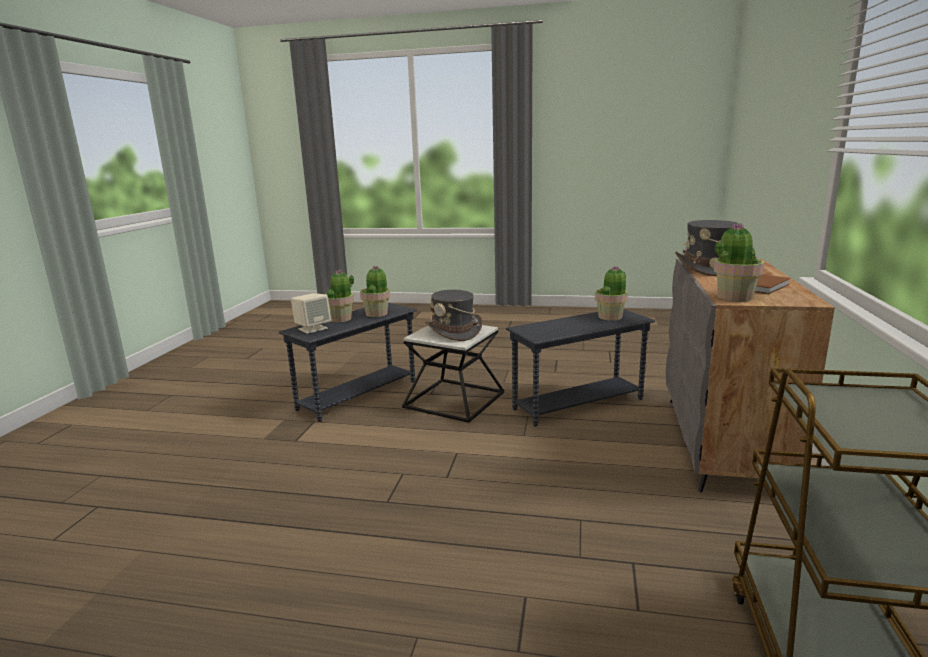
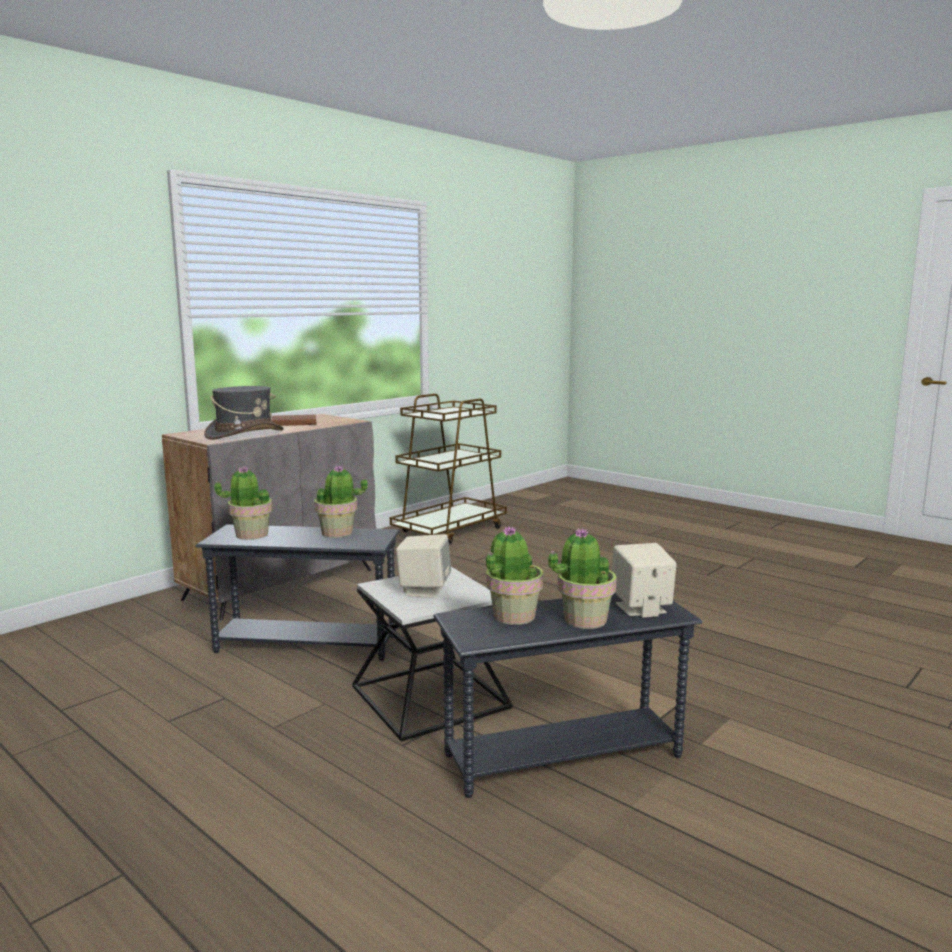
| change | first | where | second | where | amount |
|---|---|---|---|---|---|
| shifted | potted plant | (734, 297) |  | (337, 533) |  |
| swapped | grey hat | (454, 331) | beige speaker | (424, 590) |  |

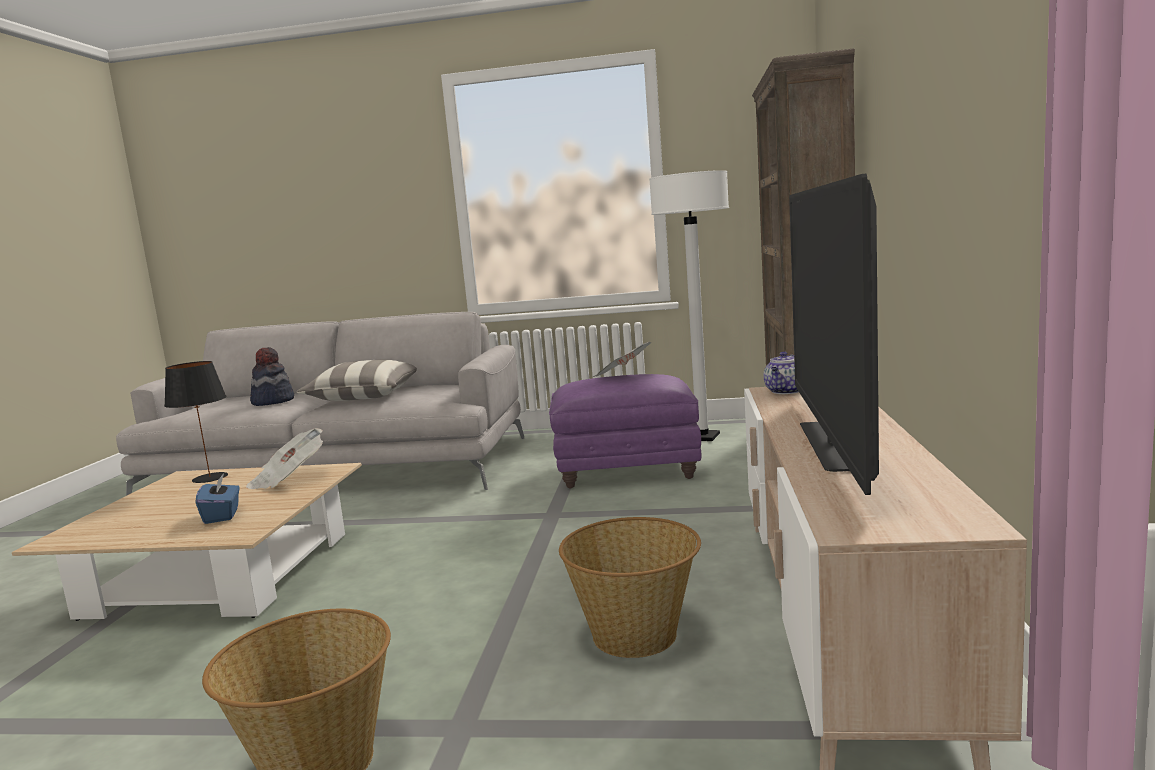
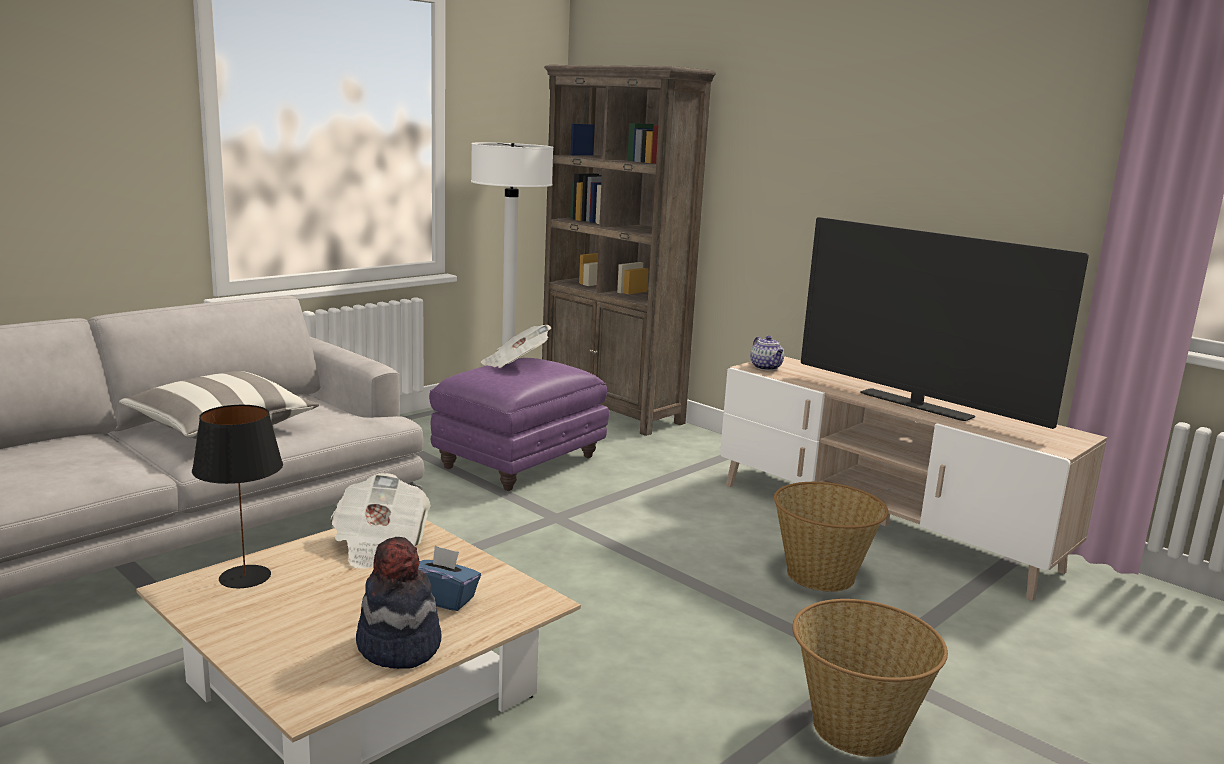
| change | first | where | second | where | amount |
|---|---|---|---|---|---|
| shifted | hat | (272, 401) |  | (398, 646) |  |

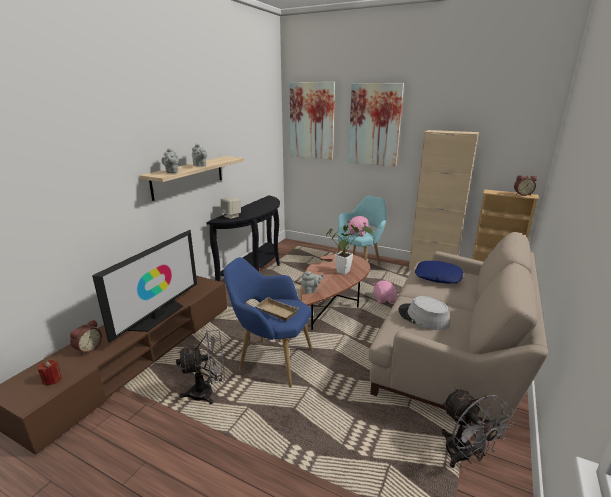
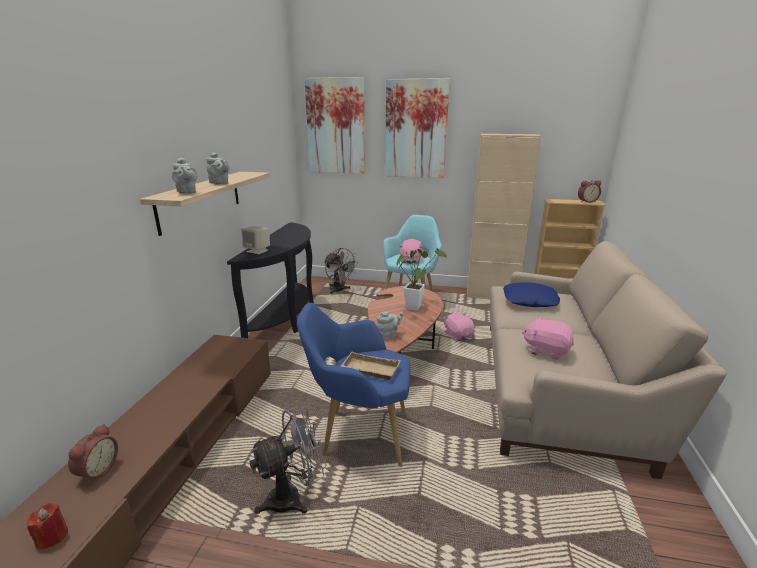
| change | first | where | second | where | amount |
|---|---|---|---|---|---|
| gone | television | (158, 316) |  |  |  |
| shifted | grey fan | (464, 457) |  | (339, 290) |  |
| swapped | grey hat | (423, 317) | pink plush toy | (546, 350) |  |

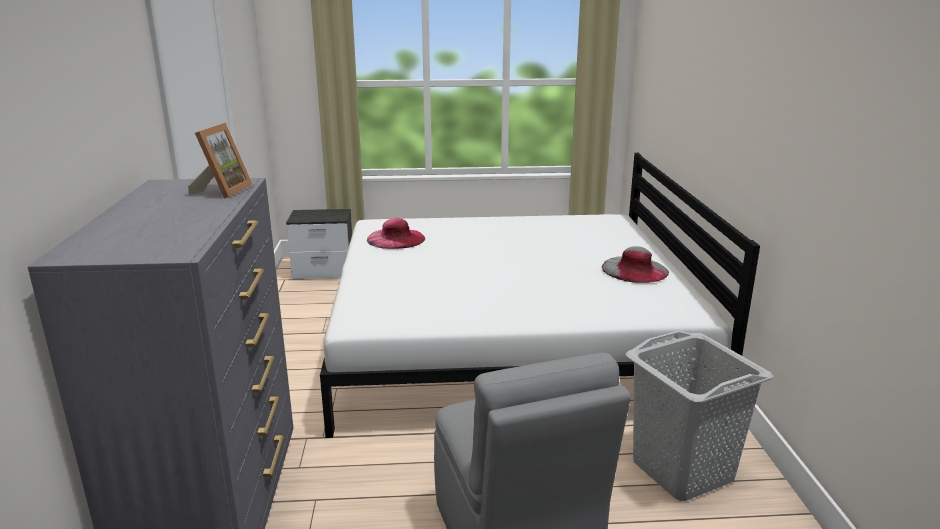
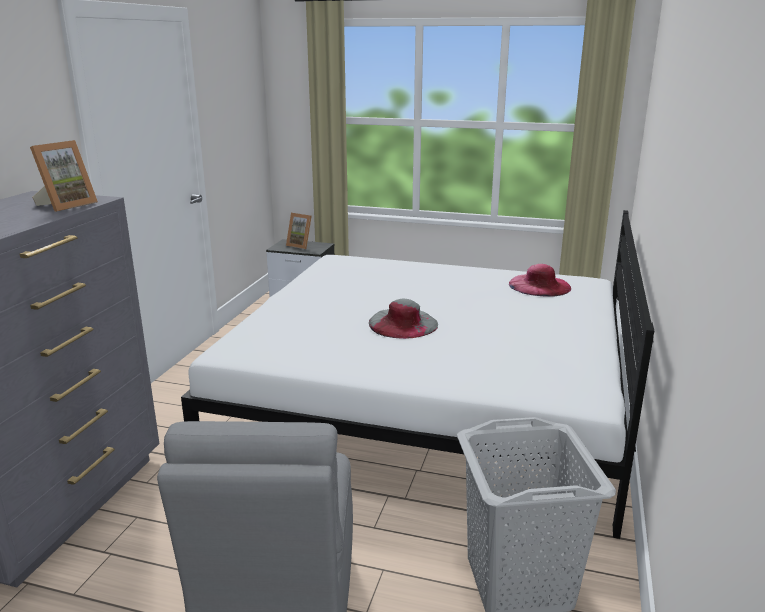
| change | first | where | second | where | amount |
|---|---|---|---|---|---|
| new |  |  | picture frame | (301, 245) |  |
| shifted | pink hat | (396, 238) |  | (539, 285) |  |
| shifted | grey hat | (635, 269) |  | (403, 323) |  |

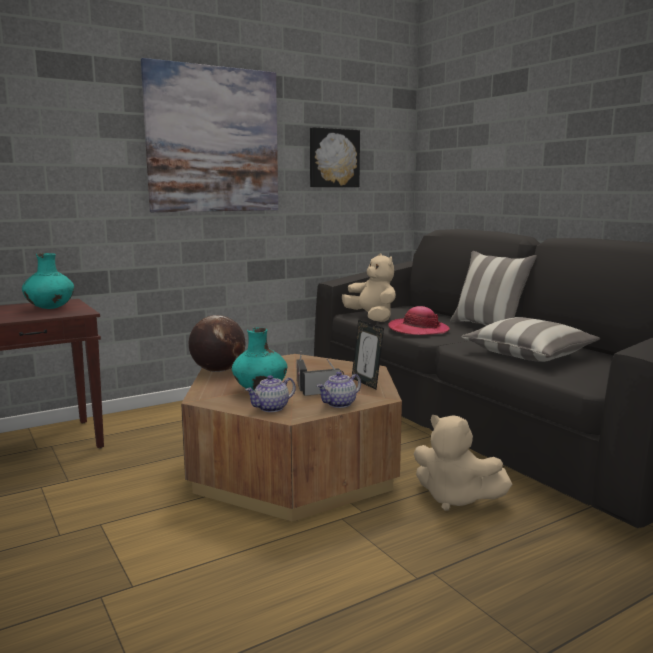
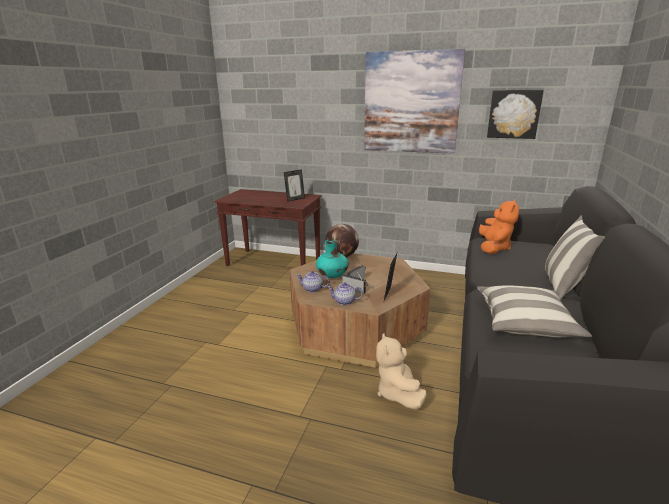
| change | first | where | second | where | amount |
|---|---|---|---|---|---|
| gone | hat | (418, 330) |  |  |  |
| swapped | turquoise vase | (50, 308) | picture frame | (295, 199) |  |
| repainted | beige plush toy | (372, 318) | orange plush toy | (494, 248) |  |

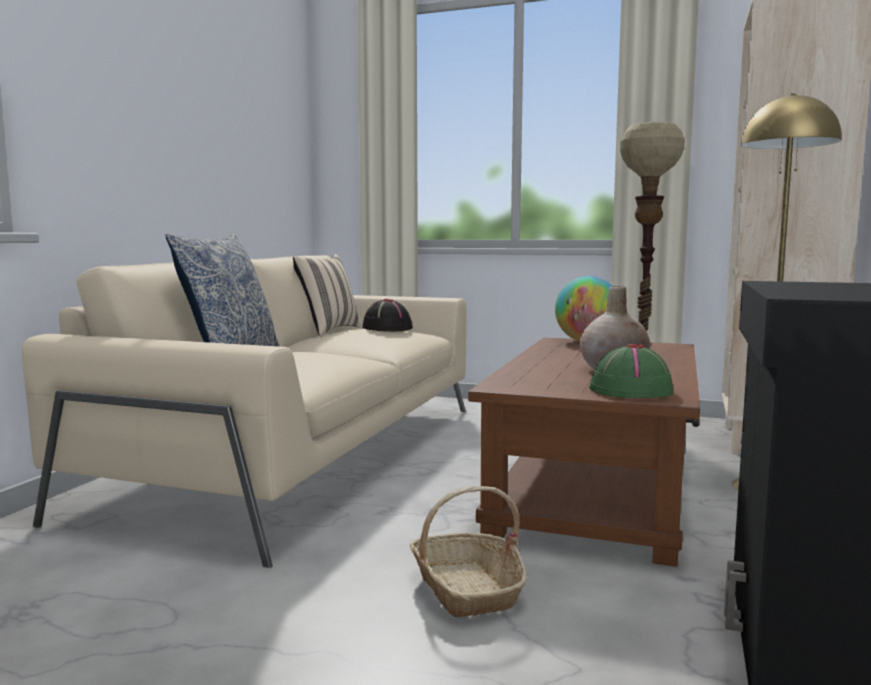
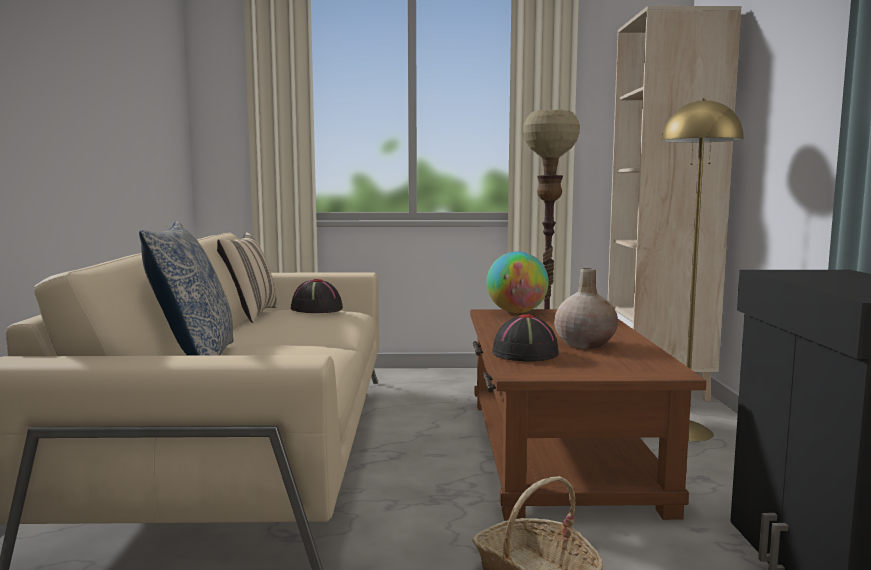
| change | first | where | second | where | amount |
|---|---|---|---|---|---|
| gone | green hat | (630, 391) |  |  |  |
| new |  |  | black hat | (525, 354) |  |

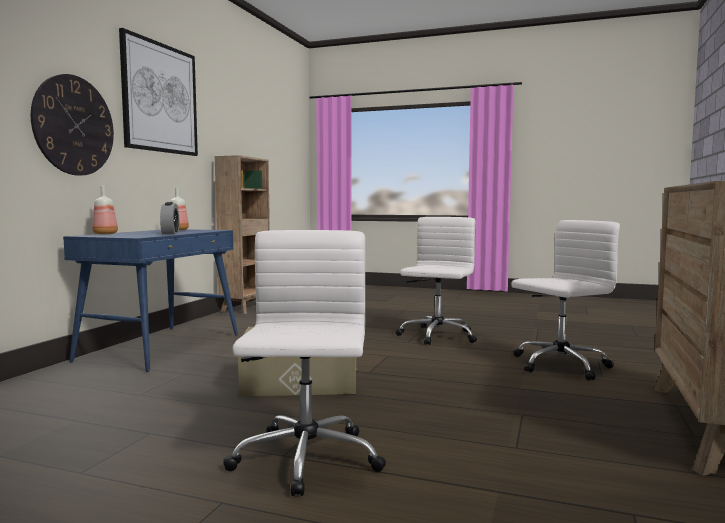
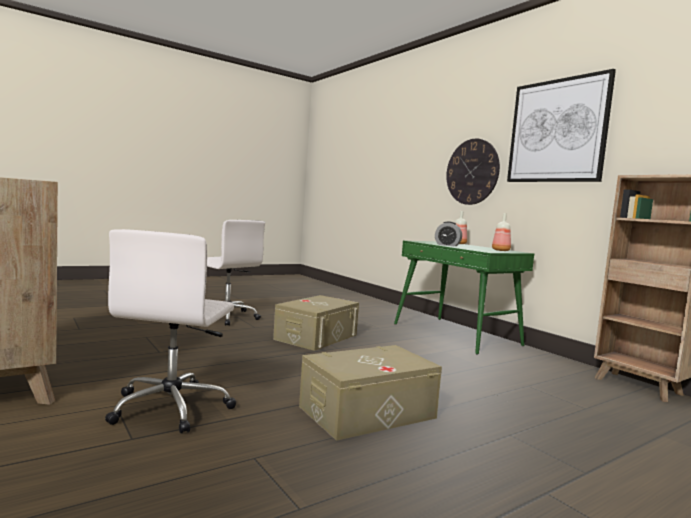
| change | first | where | second | where | amount |
|---|---|---|---|---|---|
| swapped | white office chair | (437, 336) | beige storage box | (367, 412) |  |
| repainted | blue desk | (161, 347) | green desk | (456, 334) |  |

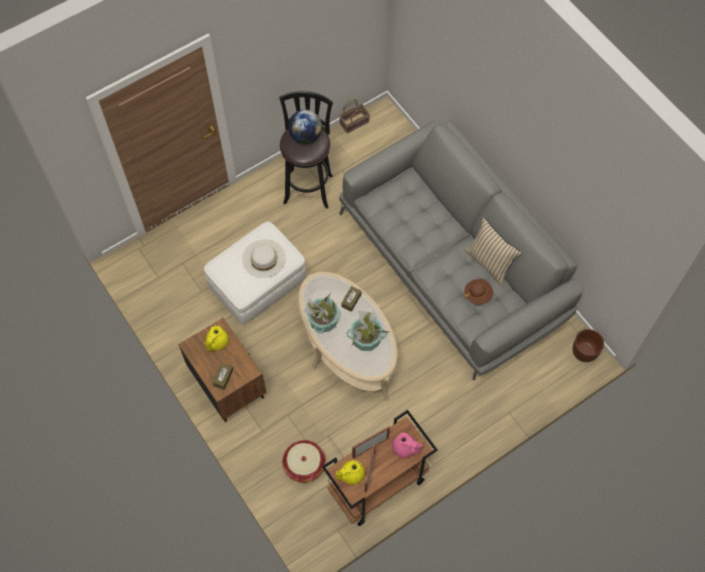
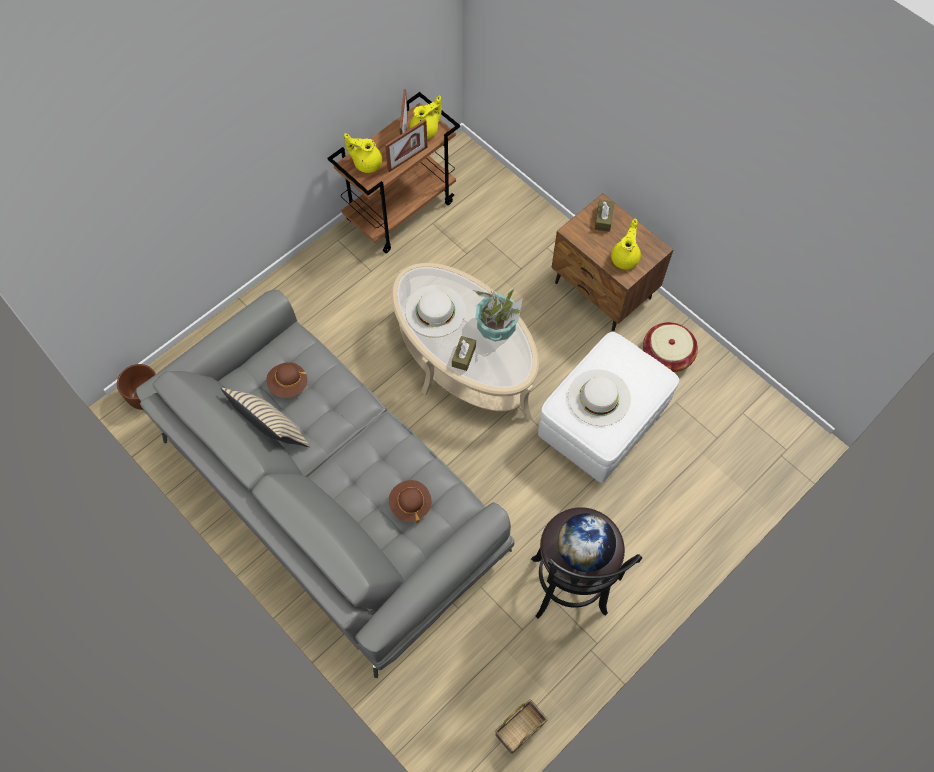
| change | first | where | second | where | amount |
|---|---|---|---|---|---|
| new |  |  | brown hat | (410, 504) |  |
| shifted | basket | (304, 465) |  | (667, 354) |  |
| swapped | potted plant | (366, 338) | white hat | (435, 310) |  |
| repainted | pink teapot | (405, 448) | yellow teapot | (366, 163) |  |

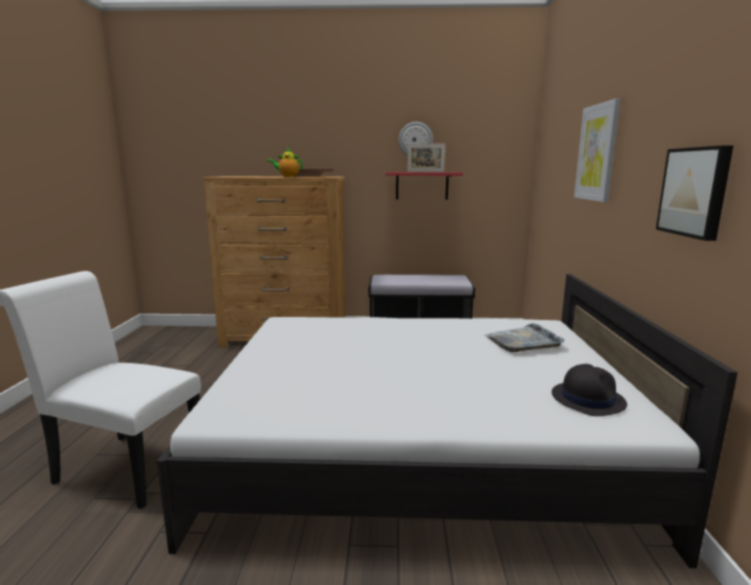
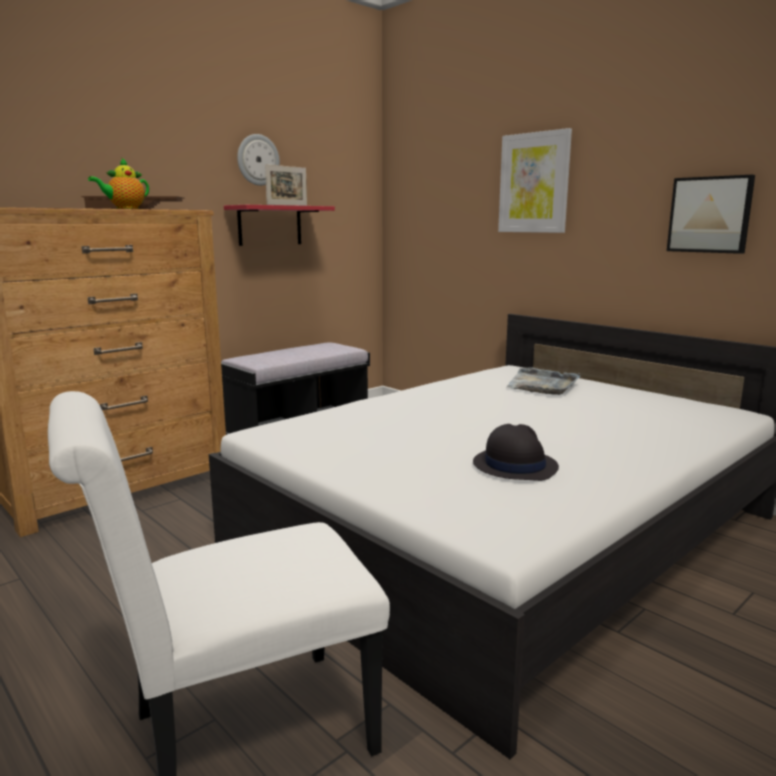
| change | first | where | second | where | amount |
|---|---|---|---|---|---|
| shifted | black hat | (587, 399) |  | (514, 465) |  |

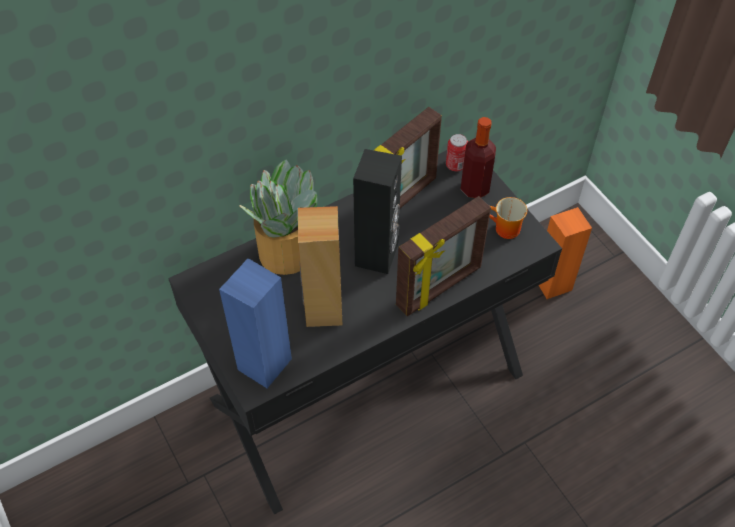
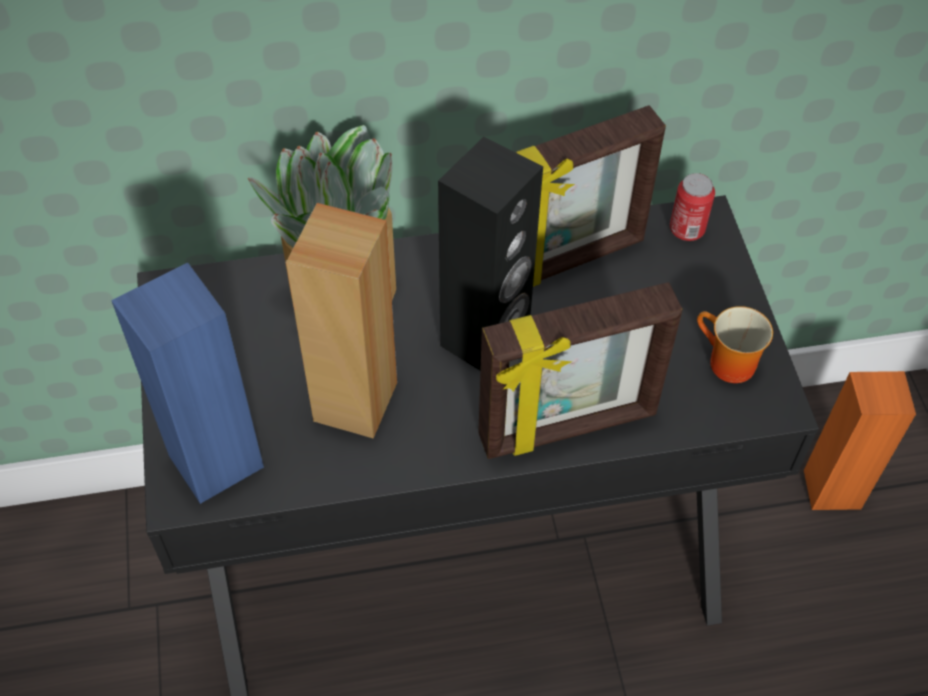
| change | first | where | second | where | amount |
|---|---|---|---|---|---|
| gone | bottle | (475, 188) |  |  |  |

